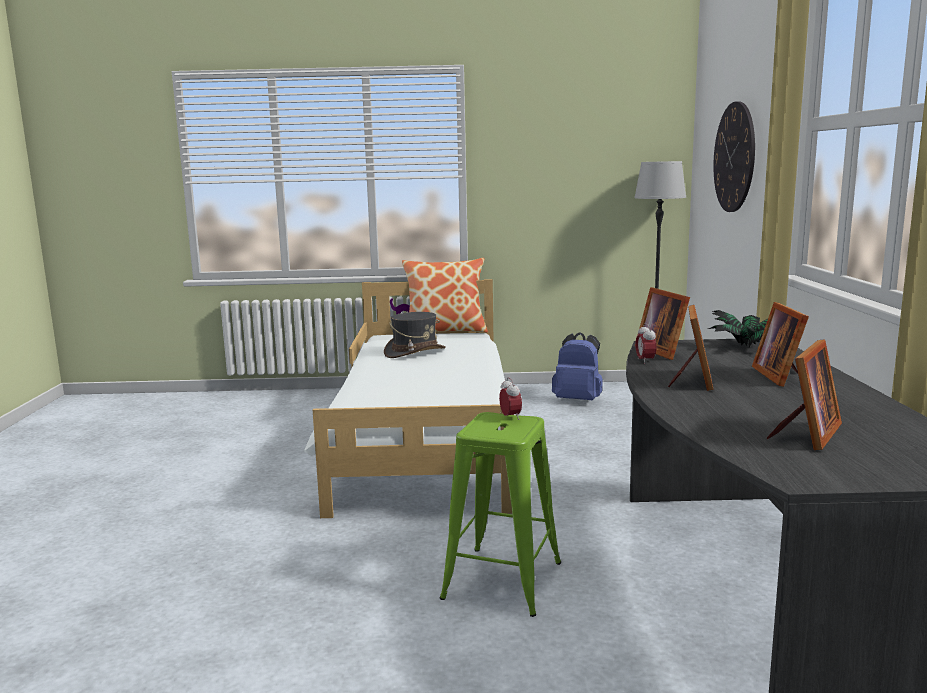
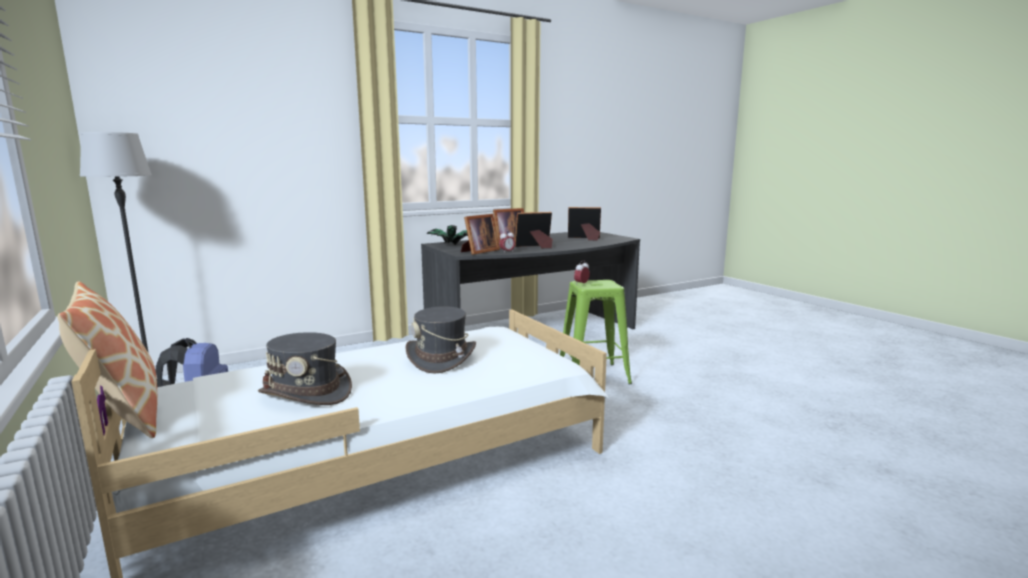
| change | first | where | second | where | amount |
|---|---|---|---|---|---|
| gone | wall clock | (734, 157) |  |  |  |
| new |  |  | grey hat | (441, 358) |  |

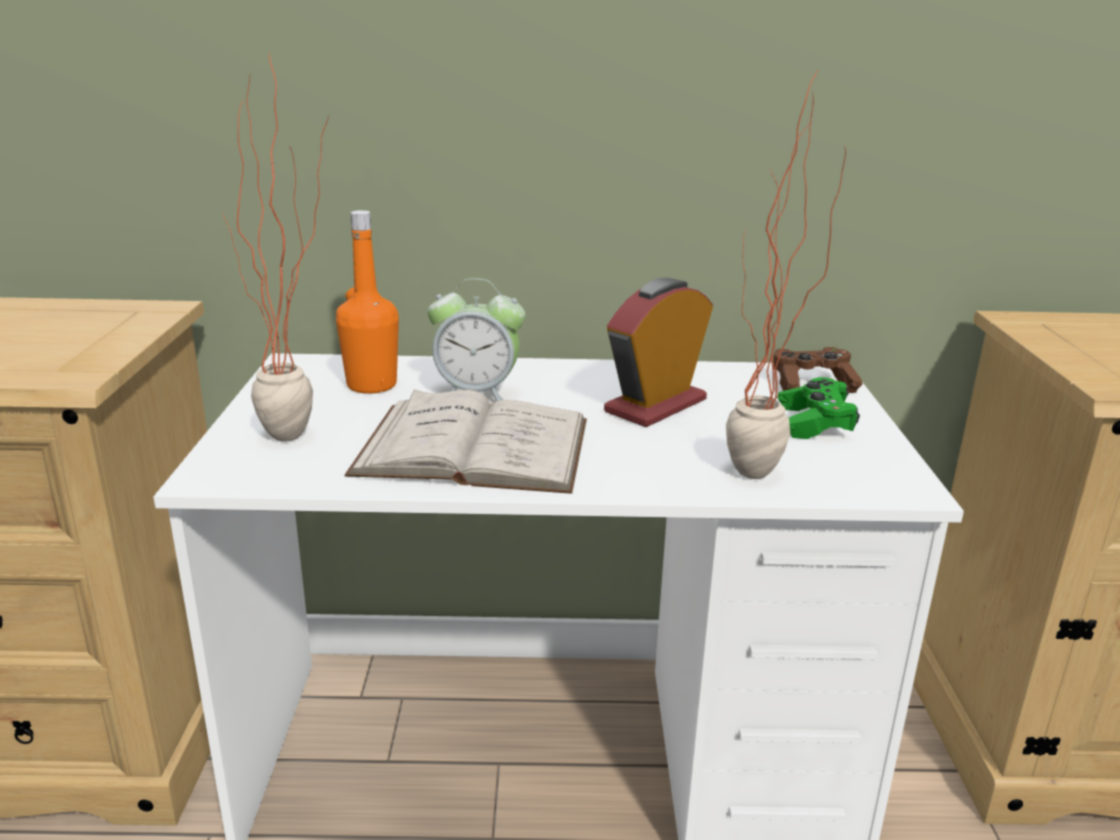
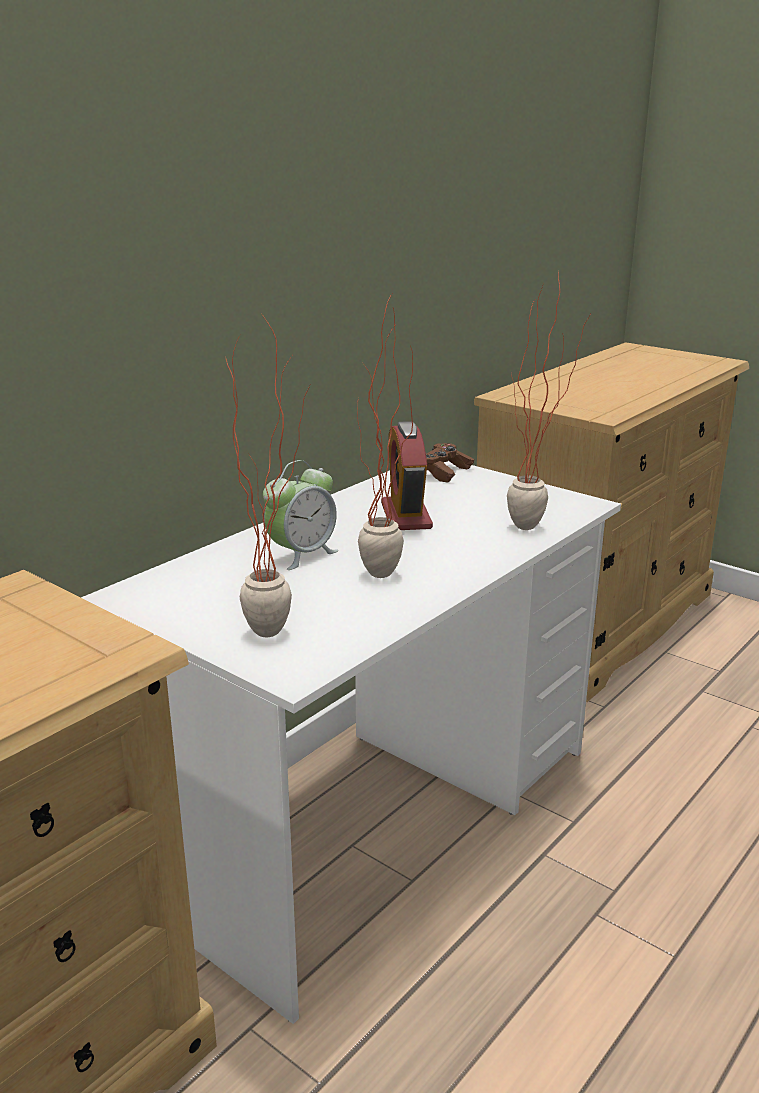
| change | first | where | second | where | amount |
|---|---|---|---|---|---|
| gone | orange bottle | (372, 385) |  |  |  |
| gone | green game controller | (814, 423) |  |  |  |
| swapped | white book | (474, 447) | potted plant | (382, 580) |  |

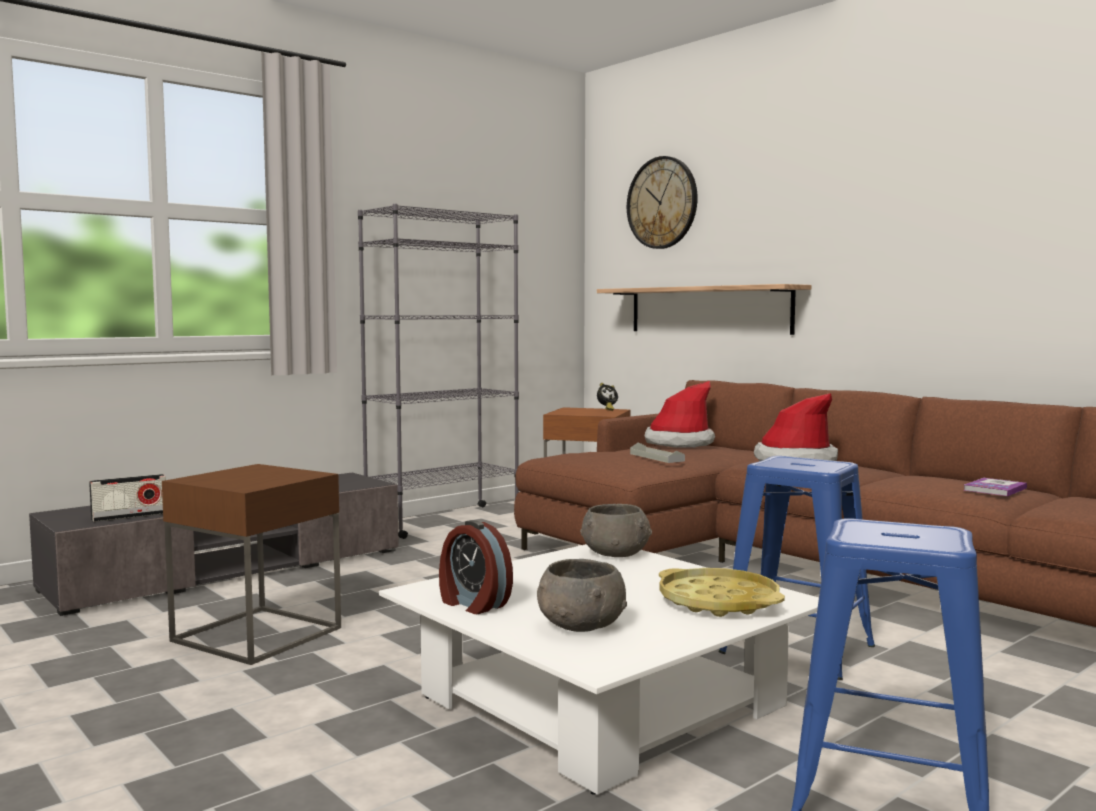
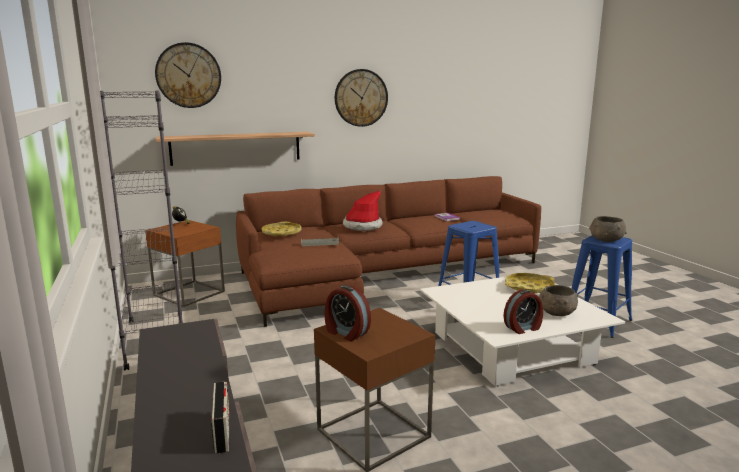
| change | first | where | second | where | amount |
|---|---|---|---|---|---|
| new |  |  | alarm clock | (346, 333) |  |
| new |  |  | wall clock | (361, 98) |  |
| shifted | grey bowl | (615, 553) |  | (605, 240) |  |
| swapped | hat | (679, 443) | yellow tray | (281, 233) |  |

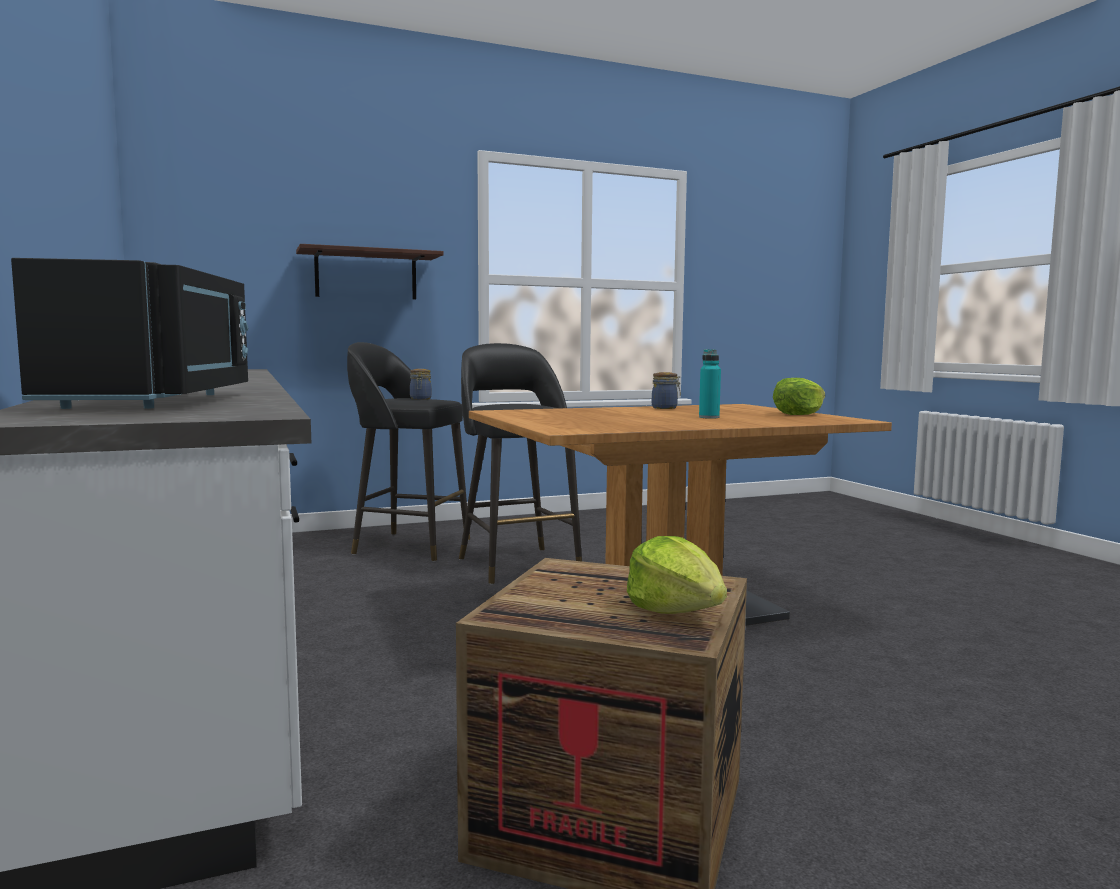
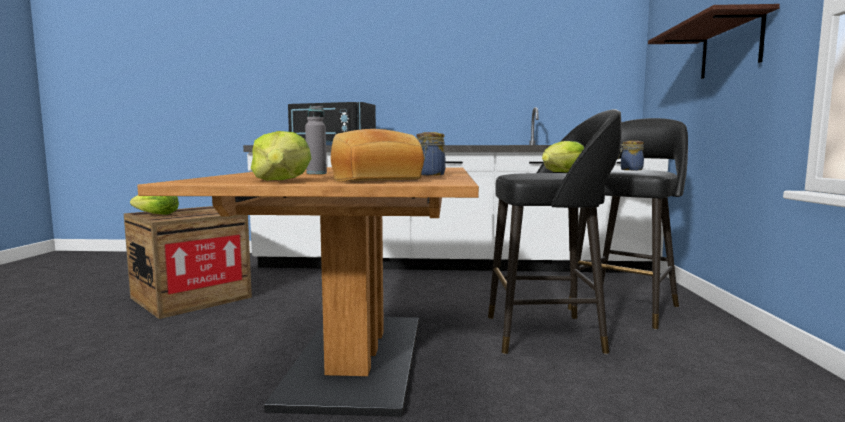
| change | first | where | second | where | amount |
|---|---|---|---|---|---|
| new |  |  | bread | (375, 180) |  |
| new |  |  | lettuce | (562, 172) |  |
| repainted | turquoise bottle | (709, 417) | grey bottle | (316, 173) |  |

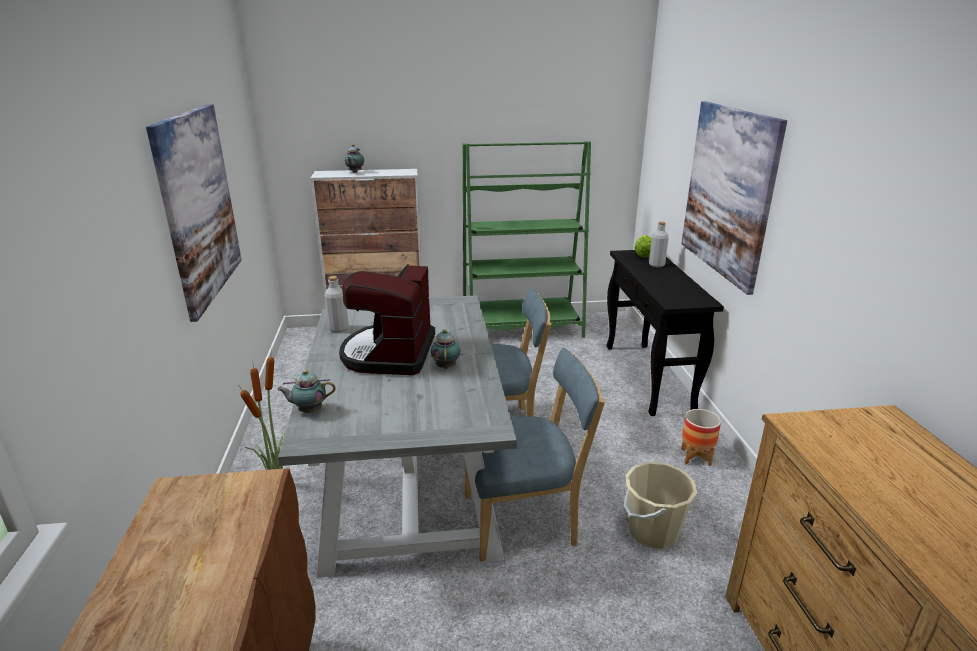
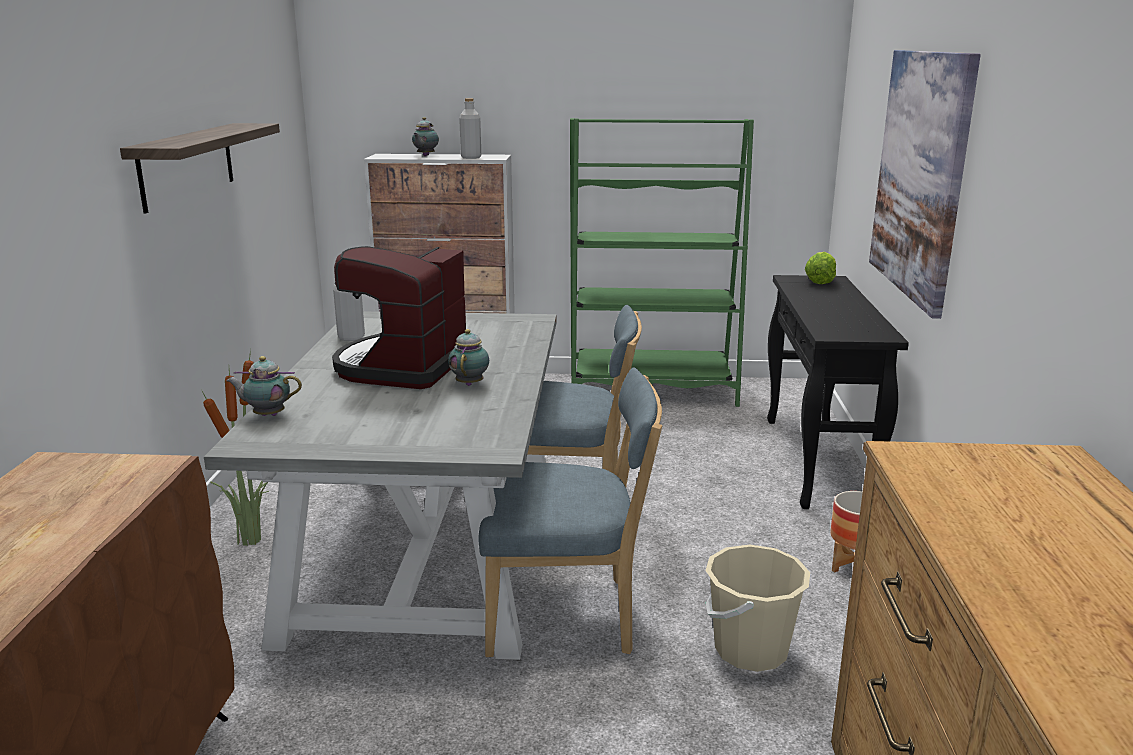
| change | first | where | second | where | amount |
|---|---|---|---|---|---|
| shifted | grey bottle | (656, 265) |  | (471, 157) |  |
| swapped | picture | (199, 206) | shelf | (187, 165) |  |

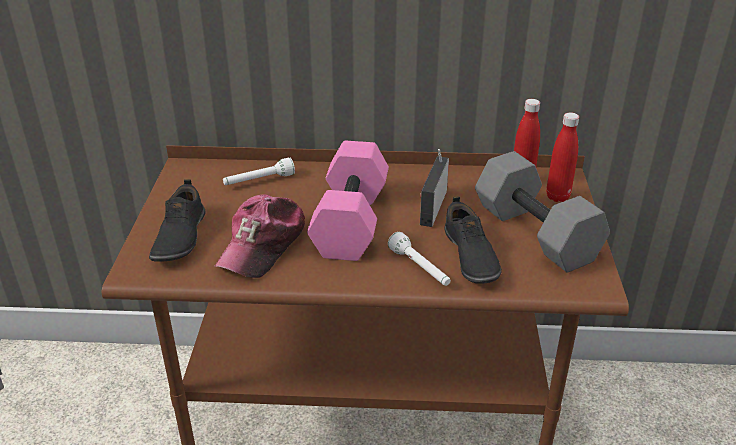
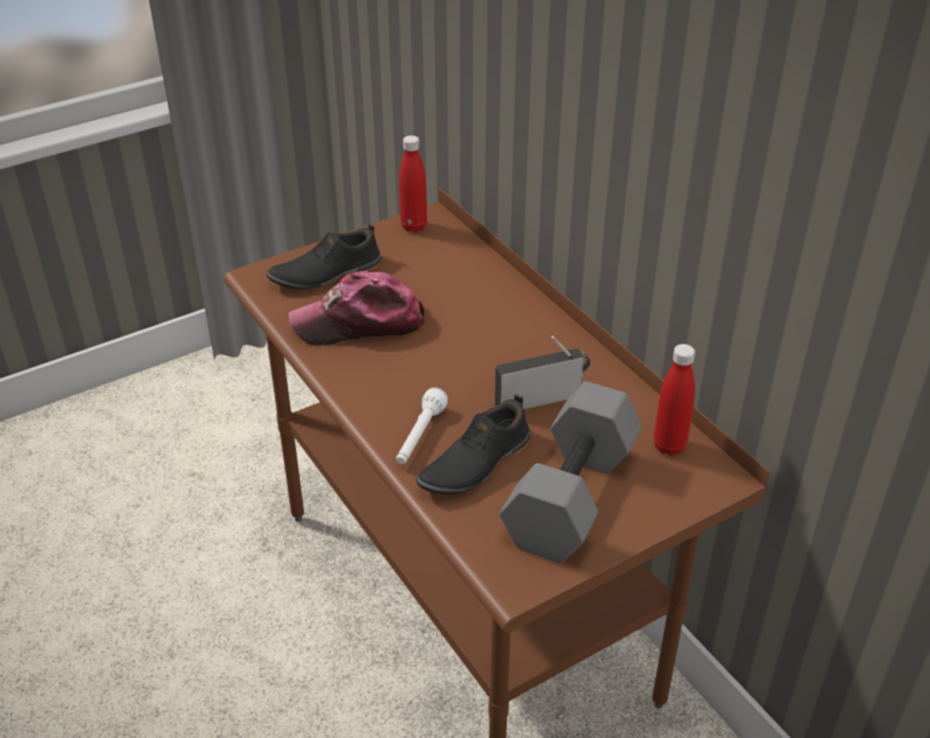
| change | first | where | second | where | amount |
|---|---|---|---|---|---|
| gone | white flashlight | (259, 181) |  |  |  |
| gone | pink dumbbell | (352, 222) |  |  |  |
| shifted | red bottle | (557, 196) |  | (414, 226) |  |

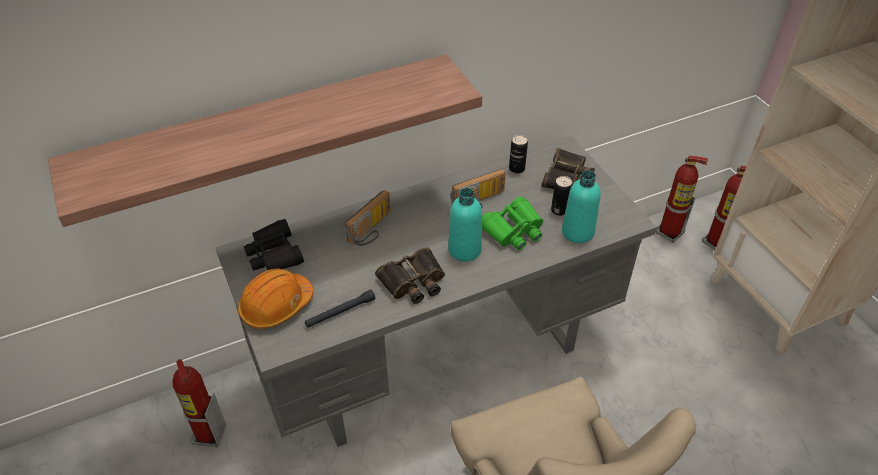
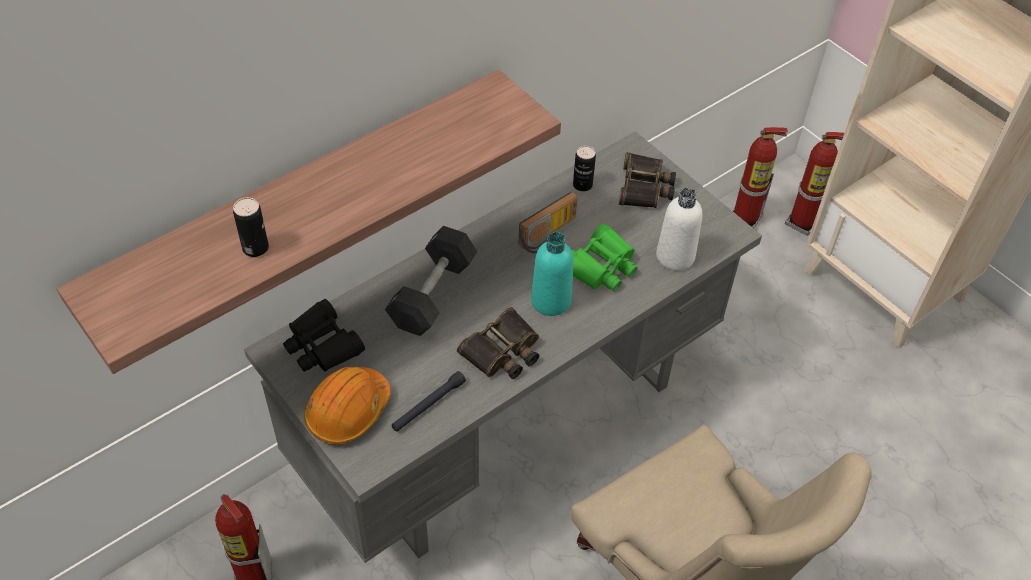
| change | first | where | second | where | amount |
|---|---|---|---|---|---|
| shifted | can | (559, 210) |  | (255, 248) |  |
| swapped | radio | (372, 230) | black dumbbell | (432, 293) |  |
| repainted | turquoise bottle | (577, 232) | white bottle | (675, 256) |  |

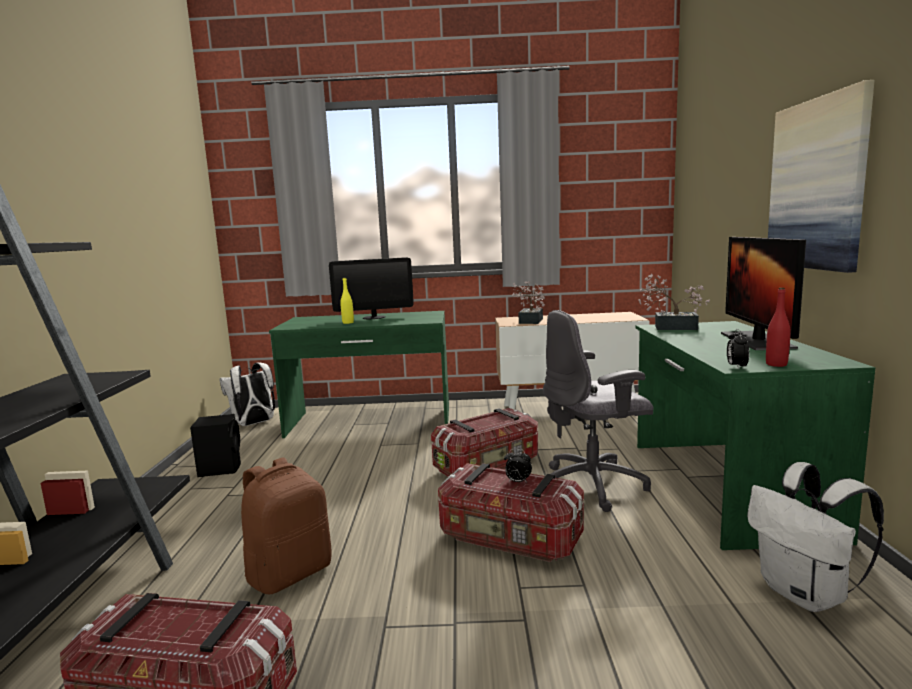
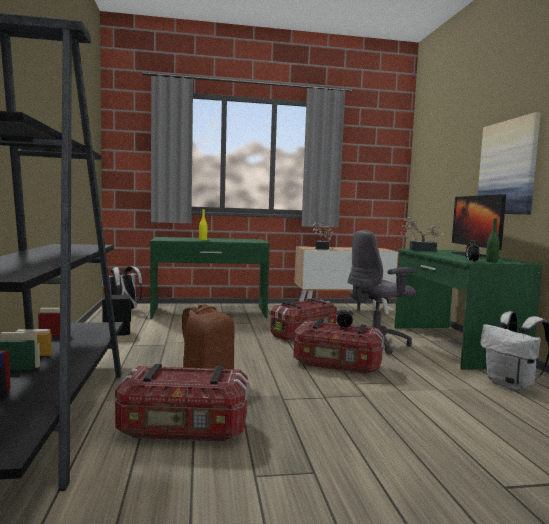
| change | first | where | second | where | amount |
|---|---|---|---|---|---|
| gone | monitor | (374, 317) |  |  |  |
| repainted | red bottle | (776, 364) | green bottle | (491, 261) |  |

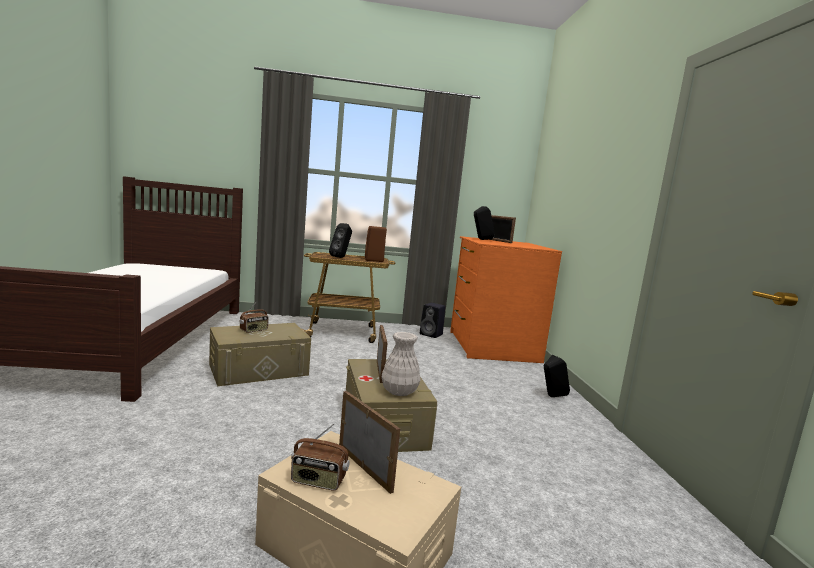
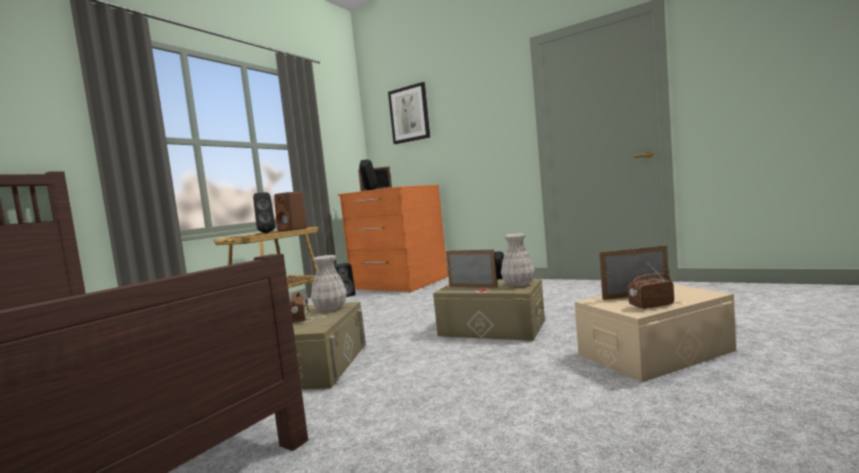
| change | first | where | second | where | amount |
|---|---|---|---|---|---|
| new |  |  | white vase | (331, 308) |  |
| new |  |  | picture | (409, 114) |  |
| rotated | radio | (318, 481) |  | (650, 305) | 150 degrees counterclockwise |

